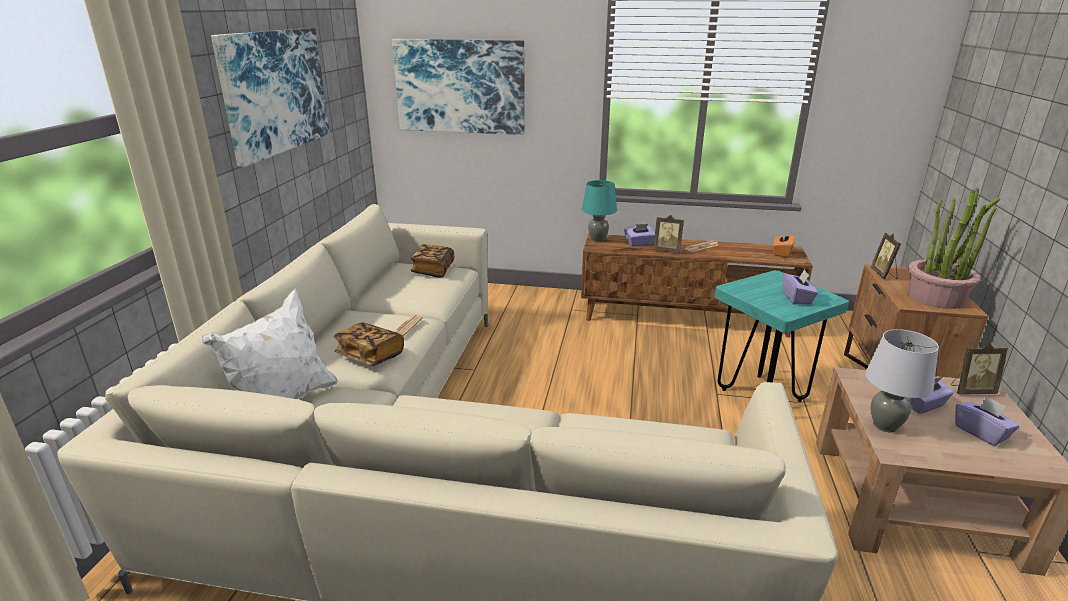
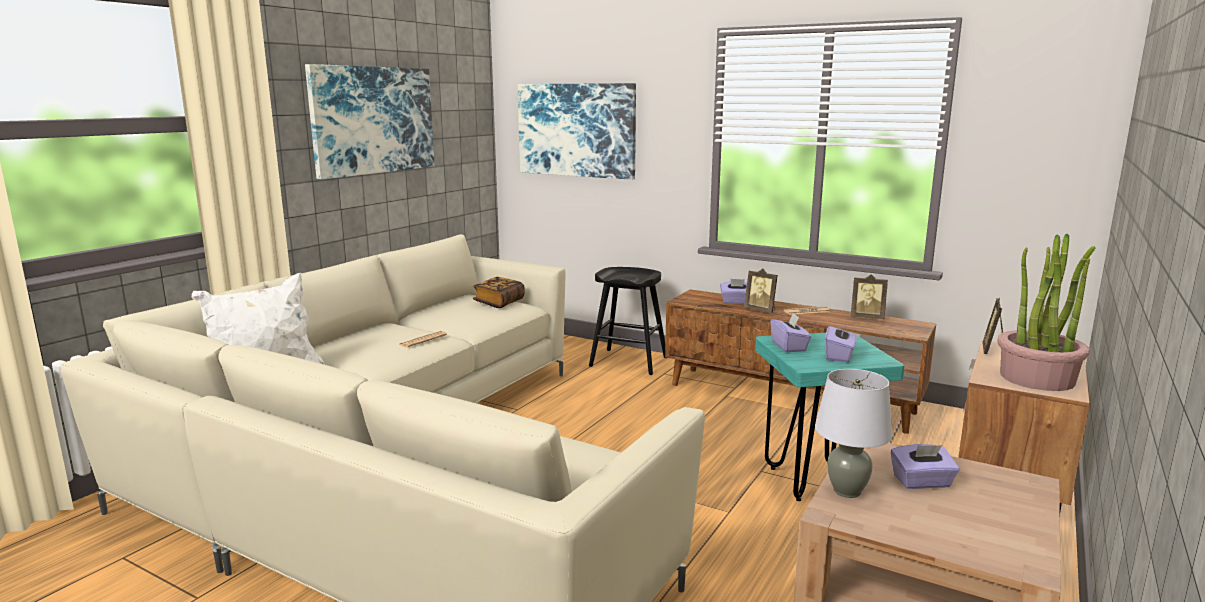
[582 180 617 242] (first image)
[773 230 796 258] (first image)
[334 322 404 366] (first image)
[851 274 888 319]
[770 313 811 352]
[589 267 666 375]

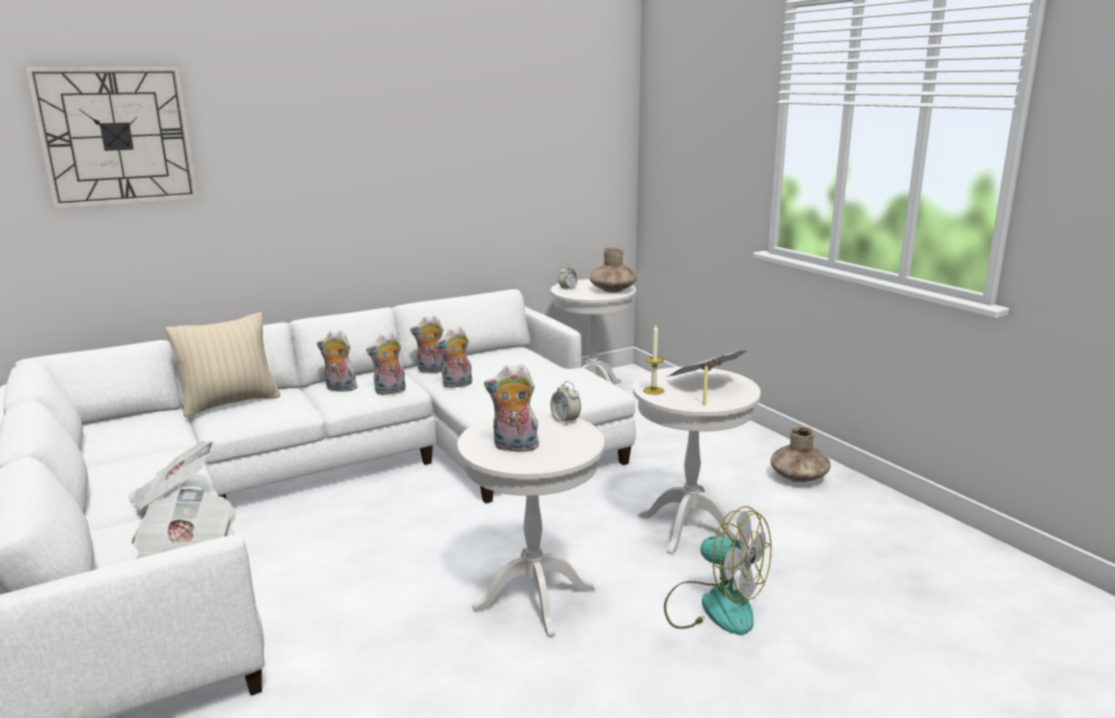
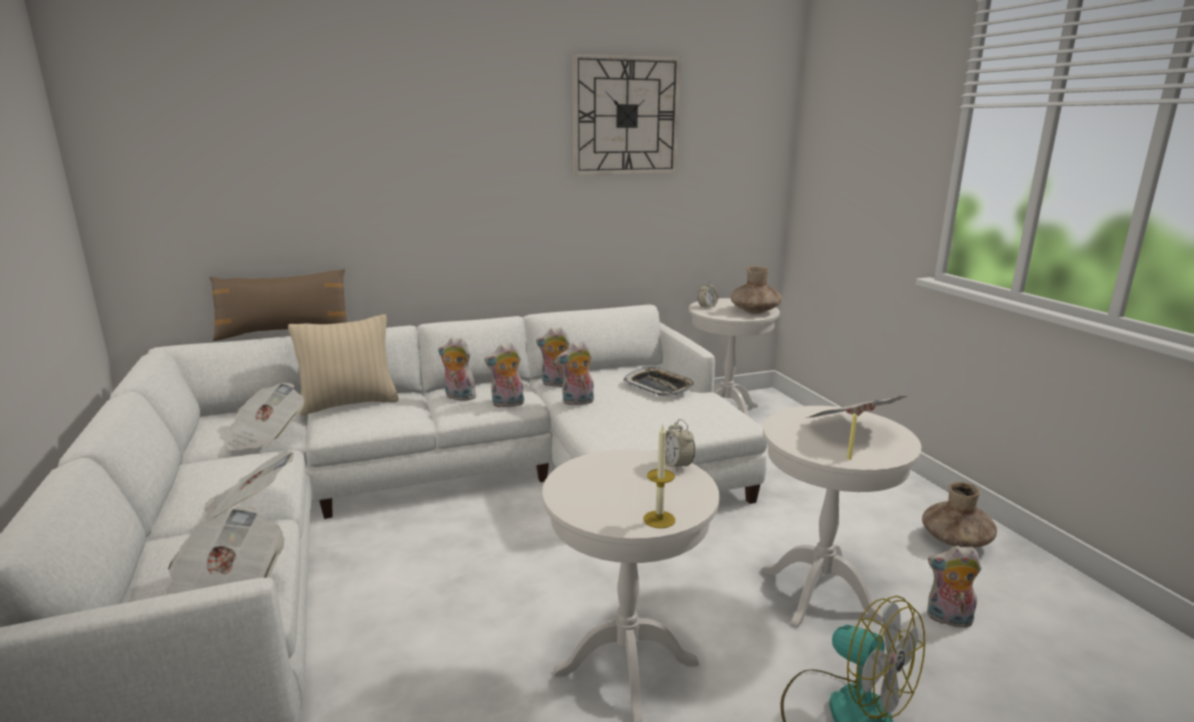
[573 53 681 175]
[643 425 675 528]
[927 546 981 628]
[209 269 347 341]
[623 367 695 397]
[225 383 304 450]

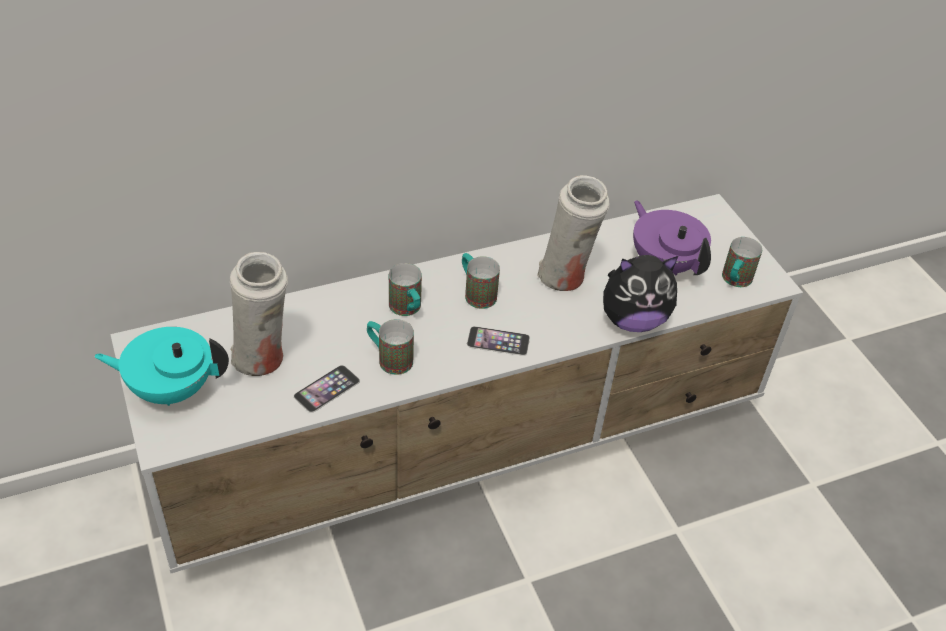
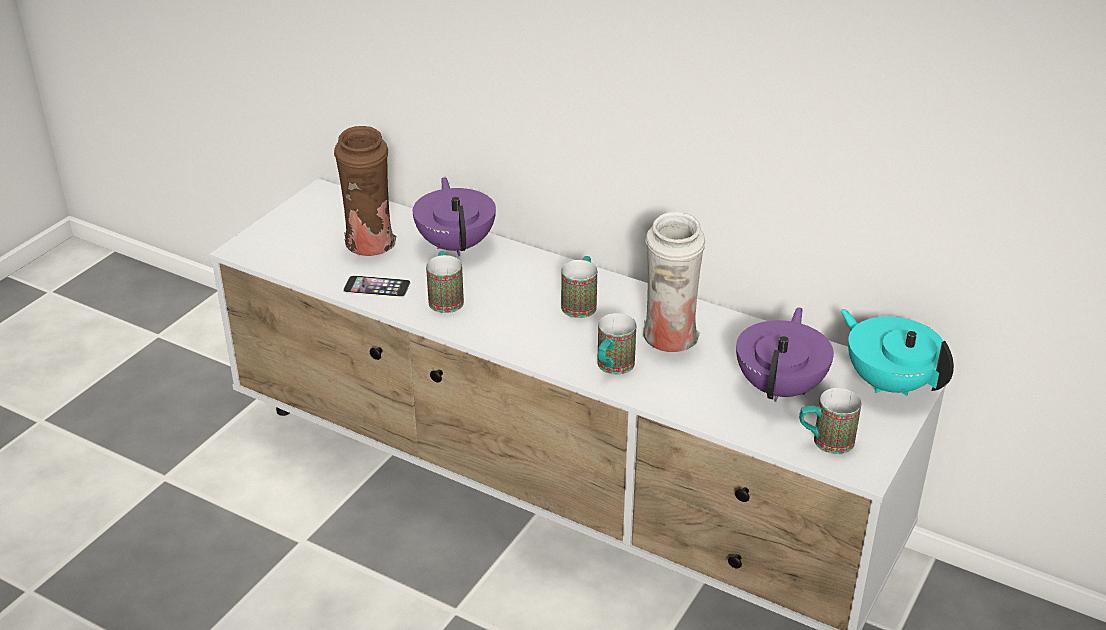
[334 126 396 256]
[603 255 678 332] (first image)
[597 313 636 375]
[467 326 530 356] (first image)
[841 309 954 396]
[413 177 496 256]

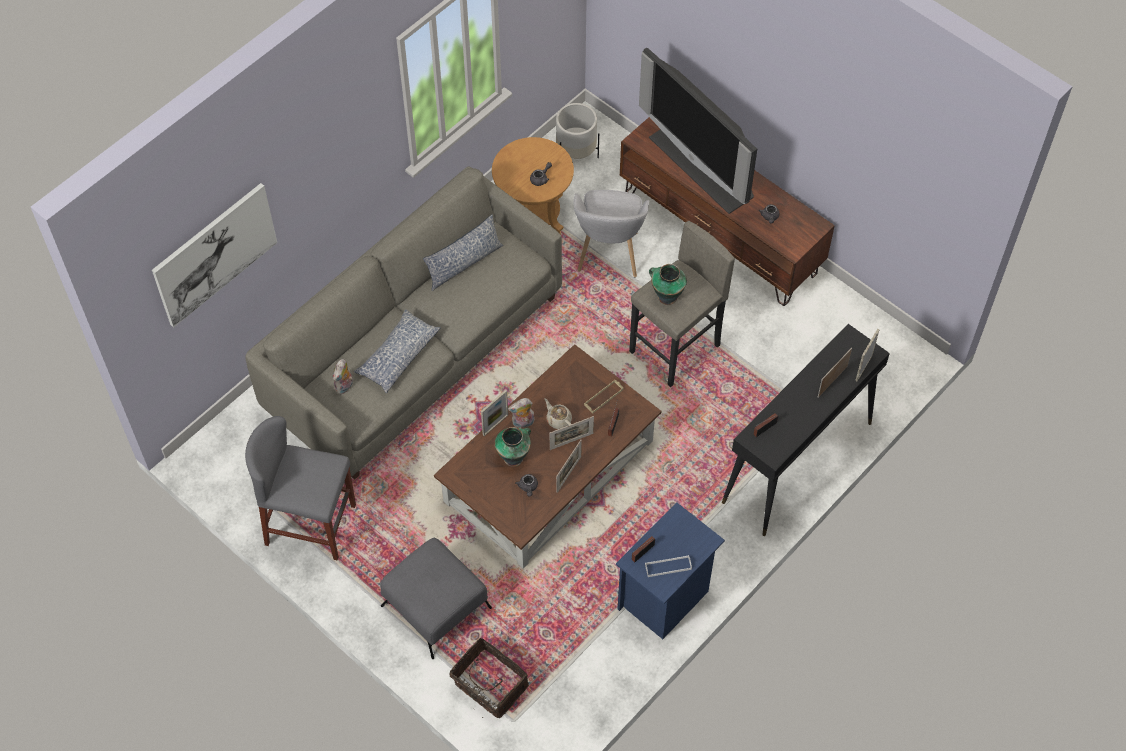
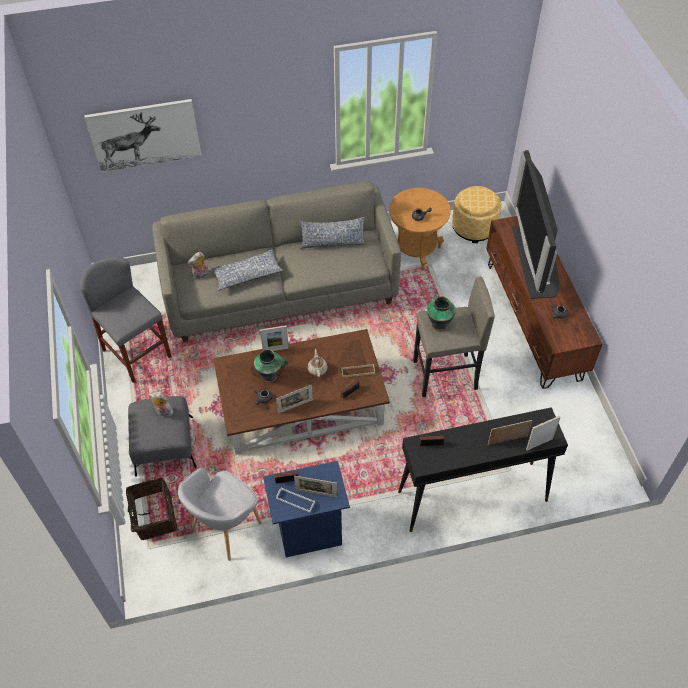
[452 186 501 243]
[178 468 262 561]
[148 392 173 417]
[294 476 337 497]

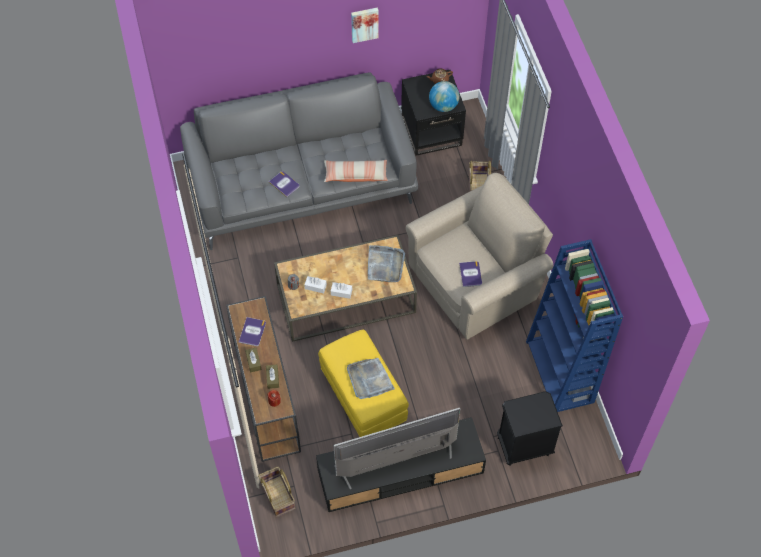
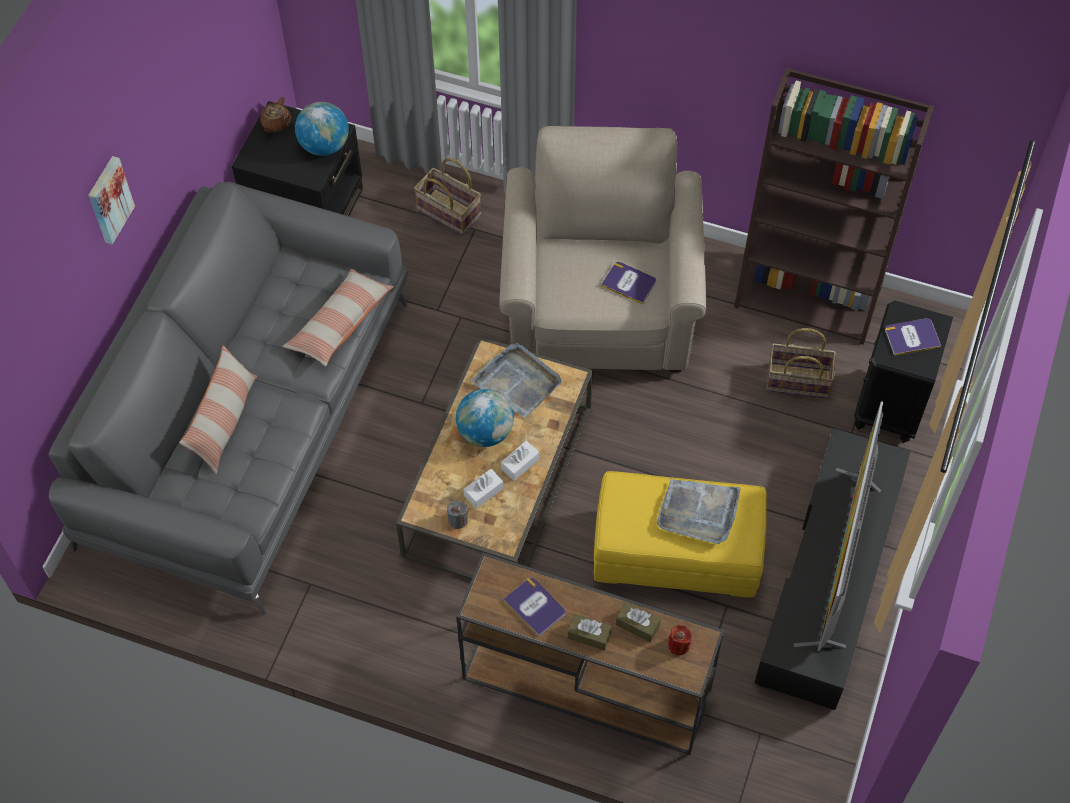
[89 156 135 244]
[885 318 941 356]
[734 67 934 345]
[766 328 836 399]
[179 345 257 474]
[456 389 514 447]

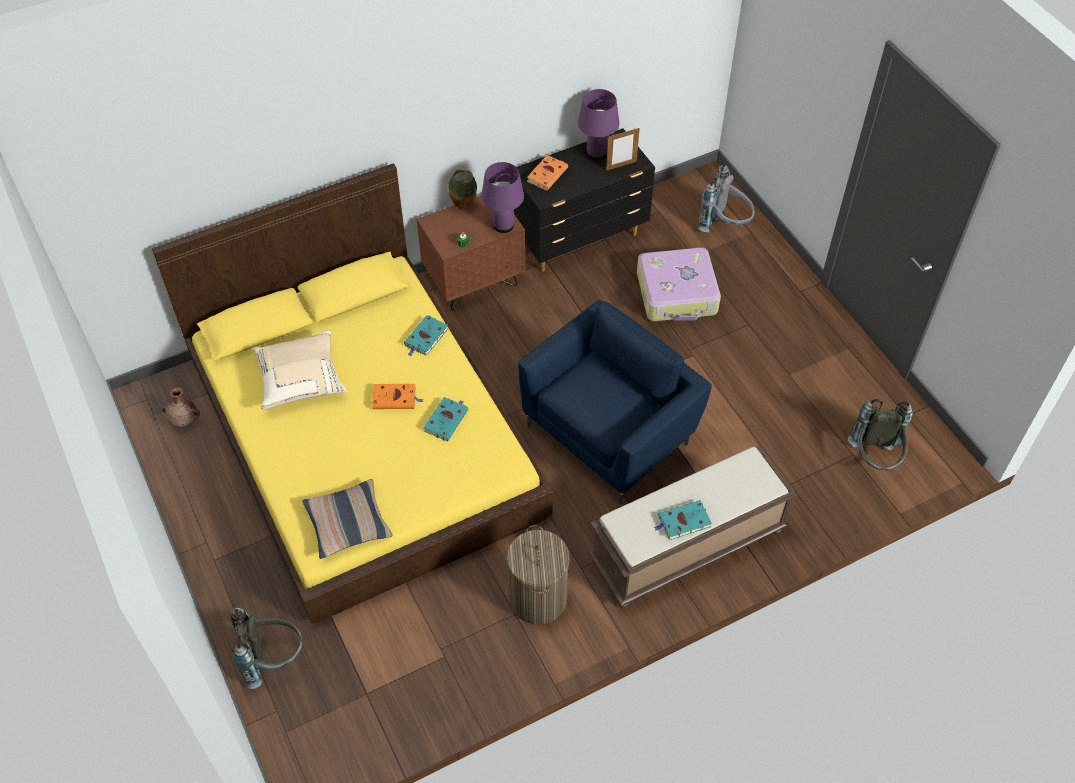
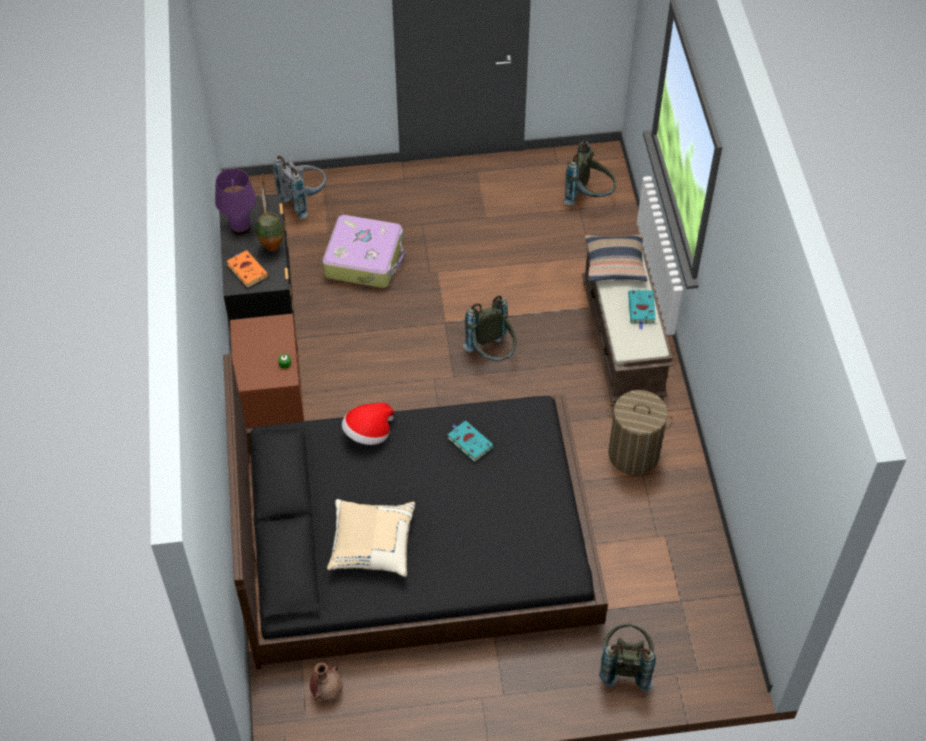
[481 162 524 233] (first image)
[223 354 608 669]
[256 212 284 252]
[463 296 517 361]
[342 403 394 445]
[372 384 423 409] (first image)
[585 234 647 281]

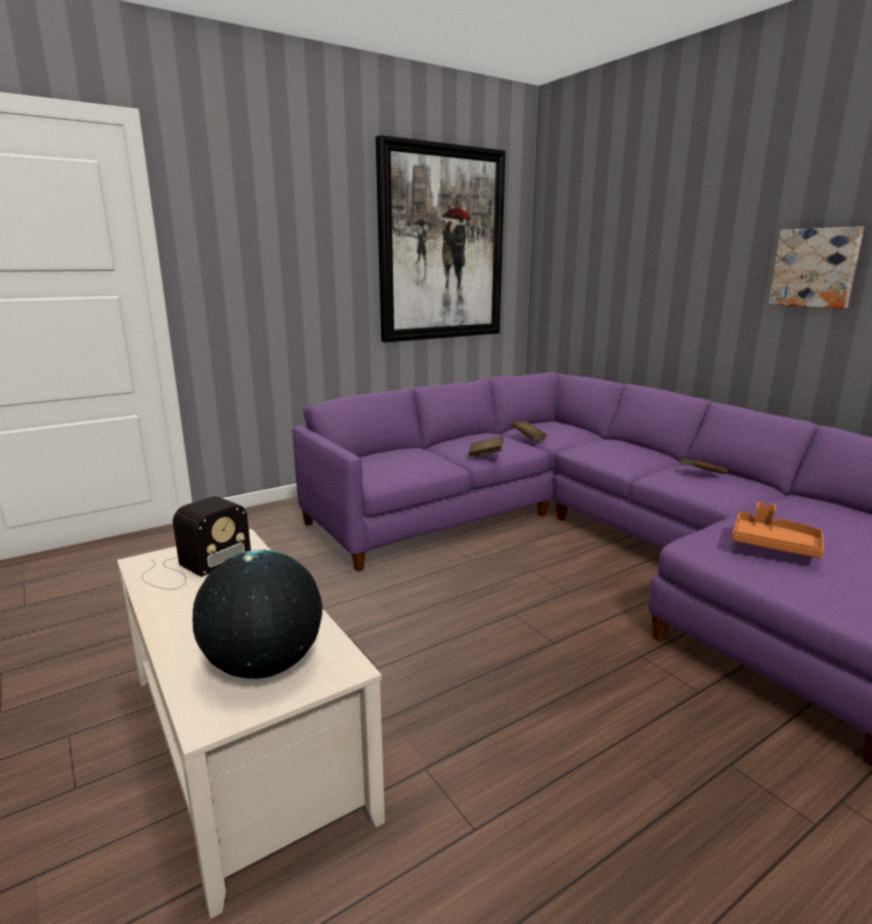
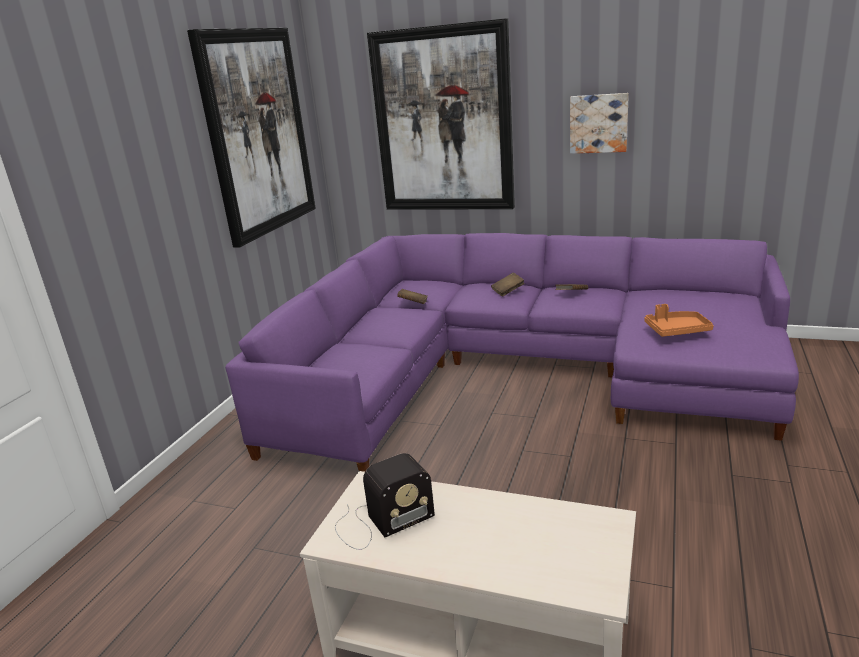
[491 272 525 297]
[335 453 435 550]
[193 550 322 679] (first image)
[367 18 515 210]

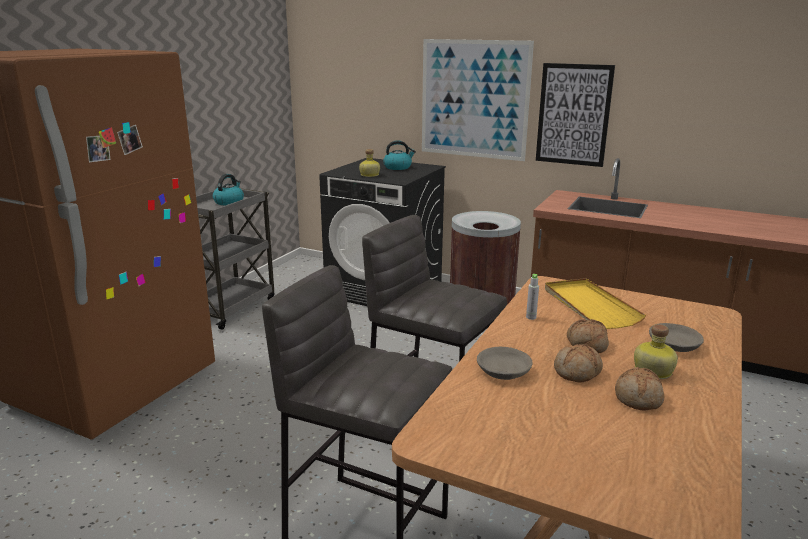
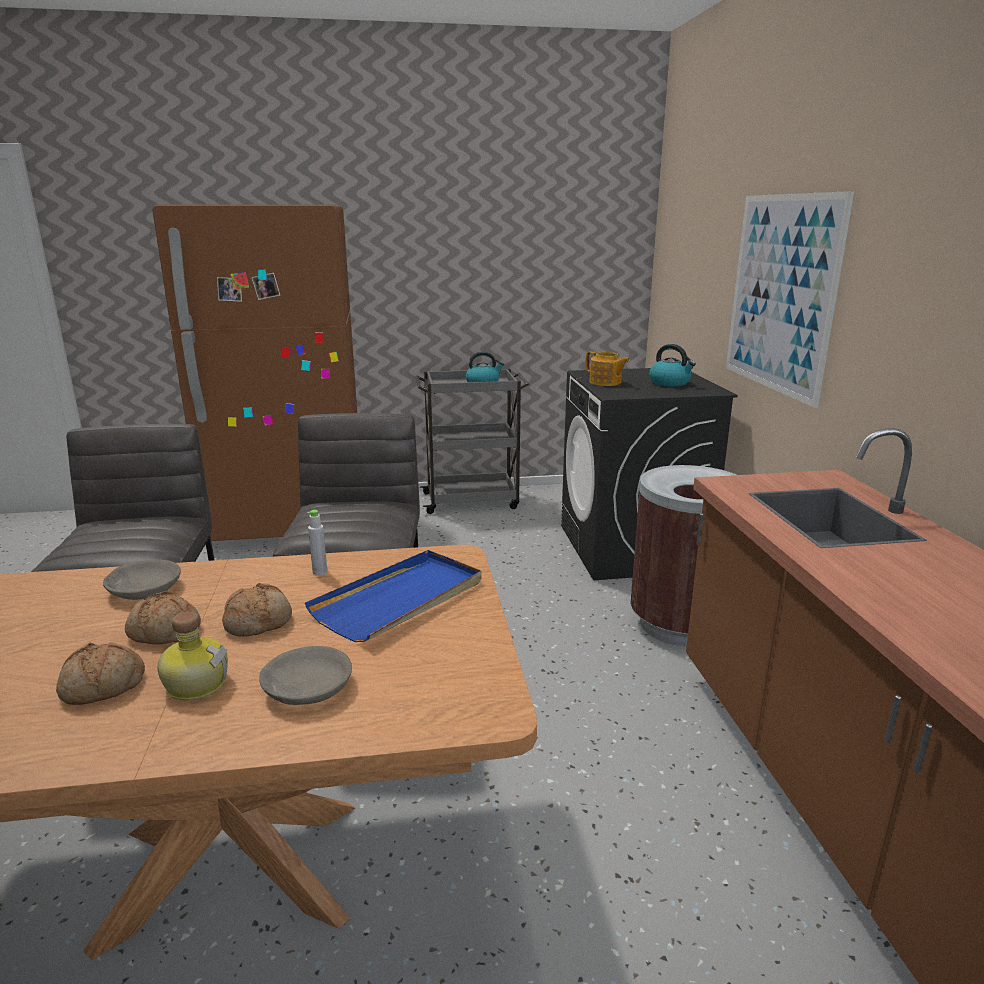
[536 63 615 167] (first image)
[586 351 630 386]
[305 550 482 642]

